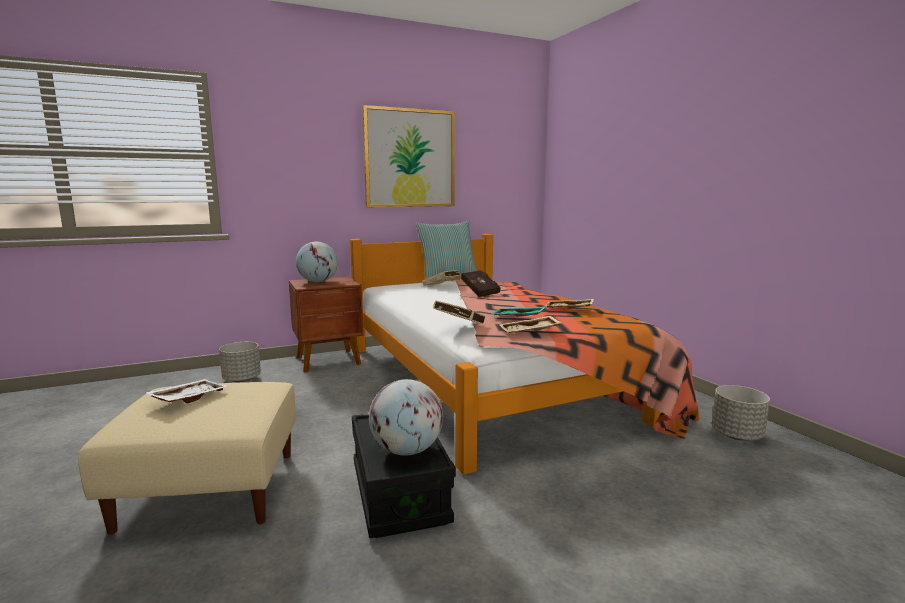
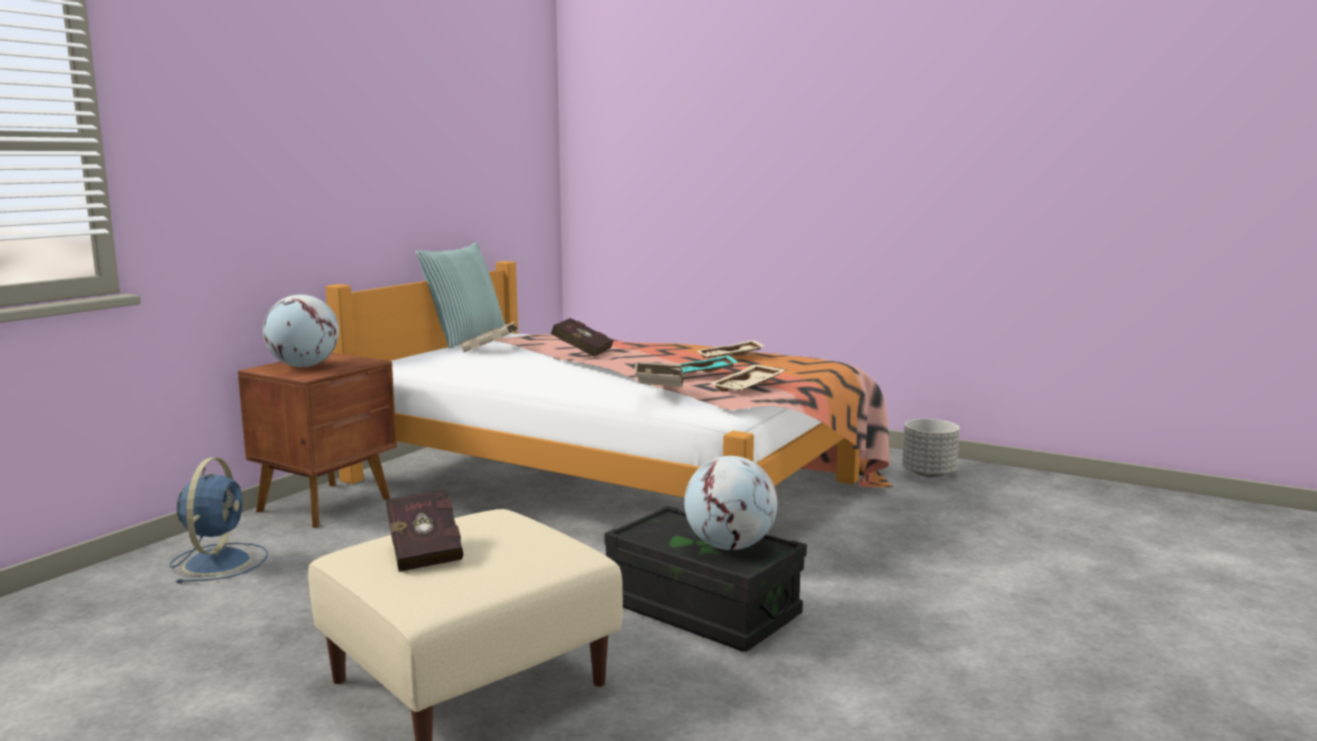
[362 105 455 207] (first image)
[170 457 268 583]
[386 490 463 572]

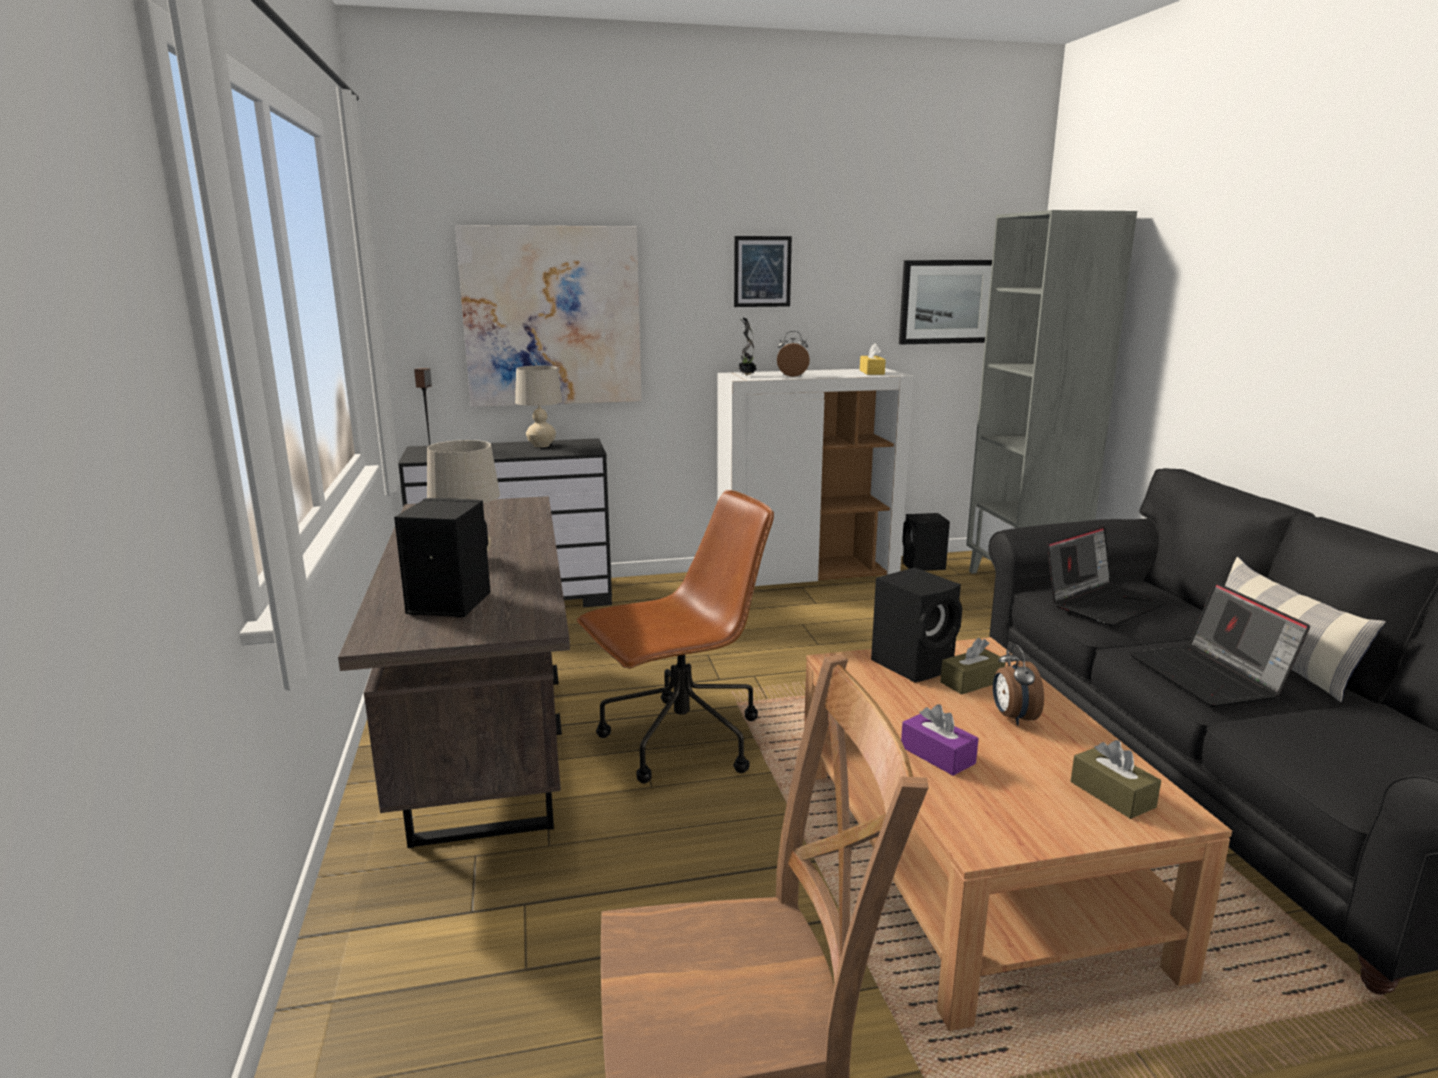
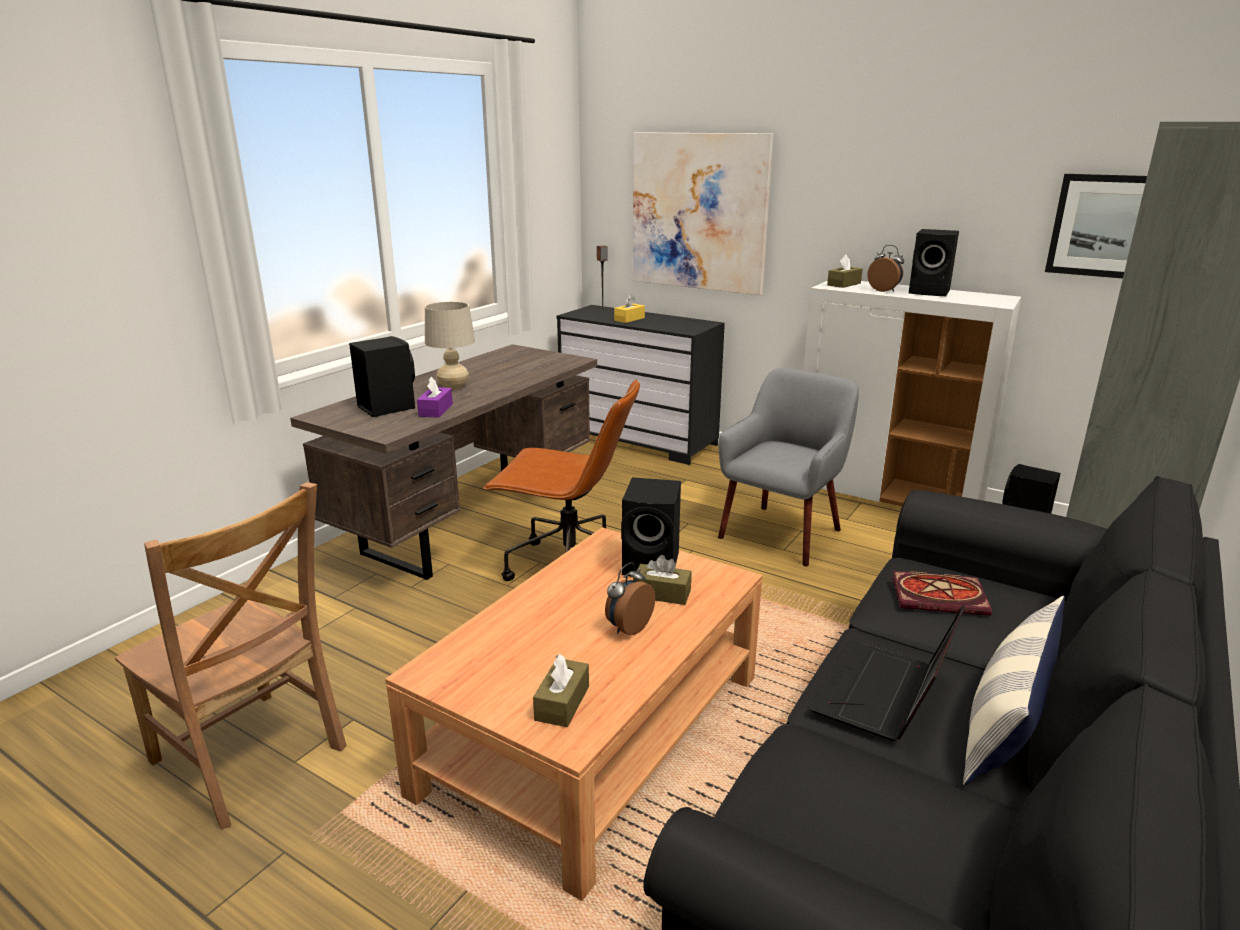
[734 236 792 307] (first image)
[827 255 863 288]
[614 294 645 323]
[515 366 562 447] (first image)
[892 571 992 616]
[417 377 453 418]
[909 229 959 296]
[718 368 859 566]

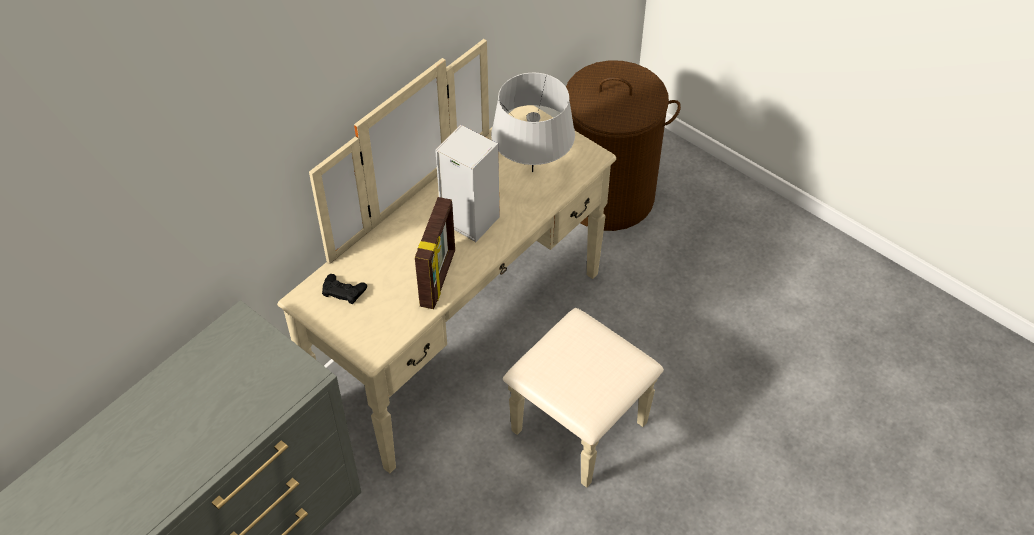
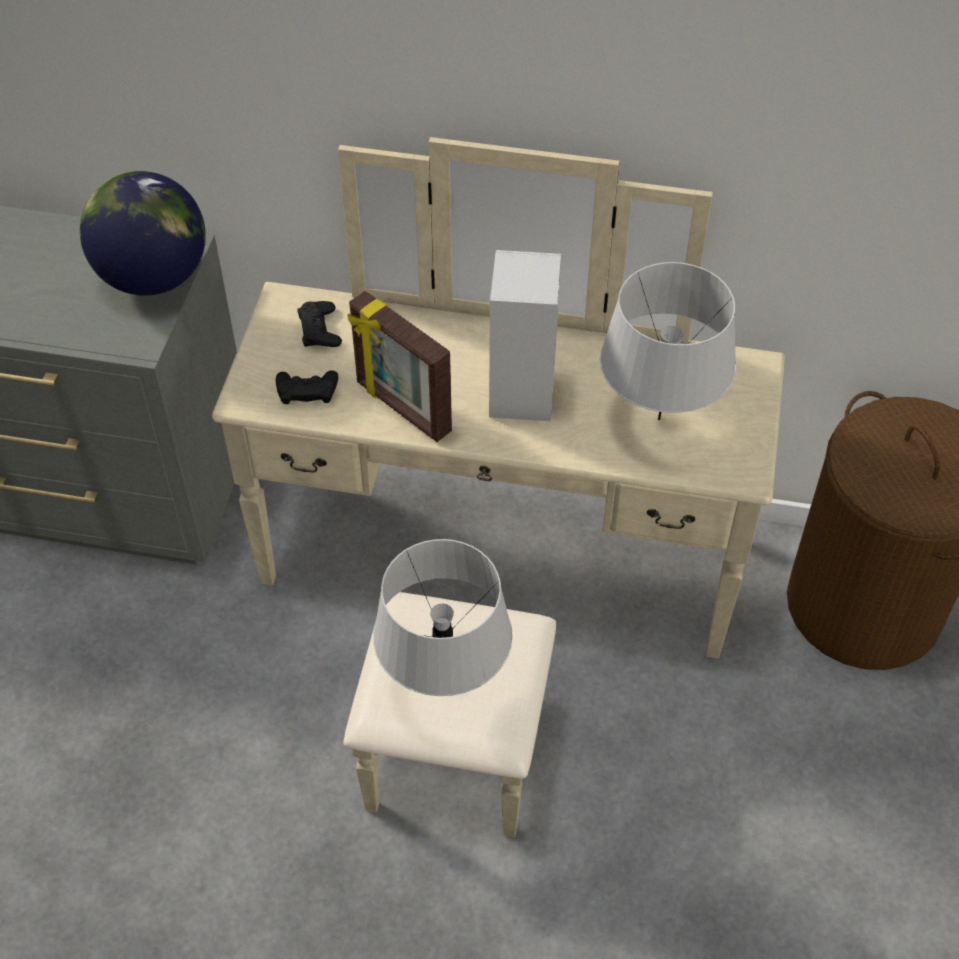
[347 291 452 442]
[80 171 206 296]
[276 370 338 404]
[373 539 513 696]

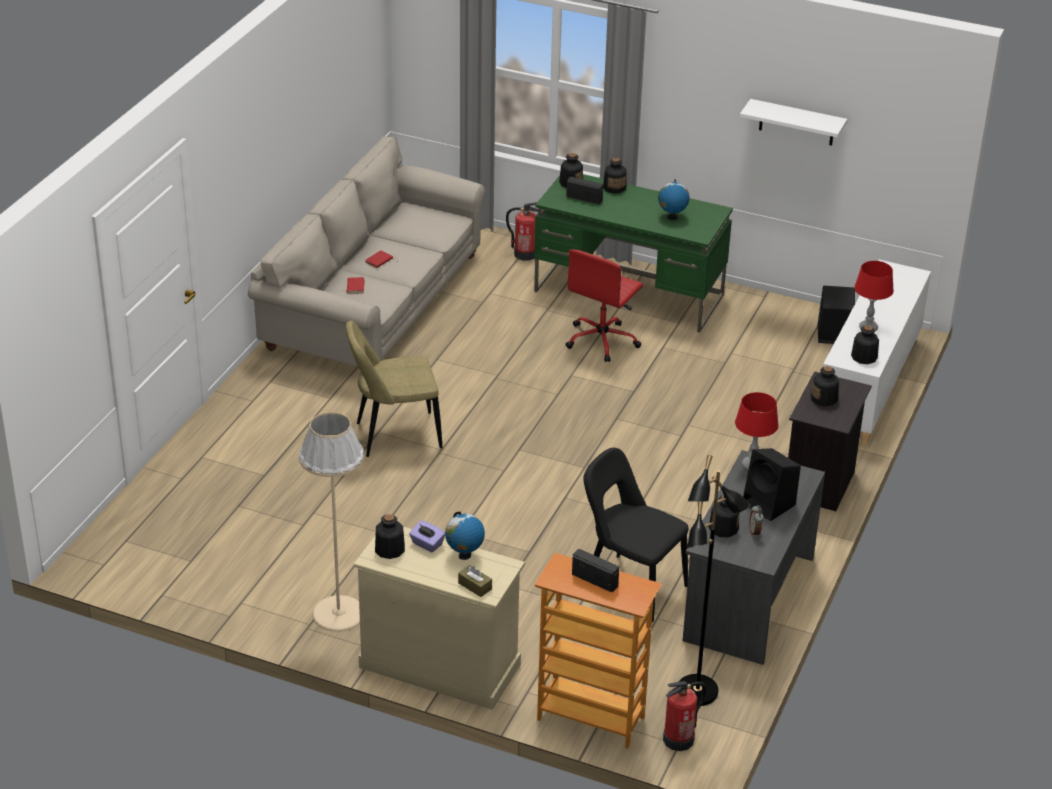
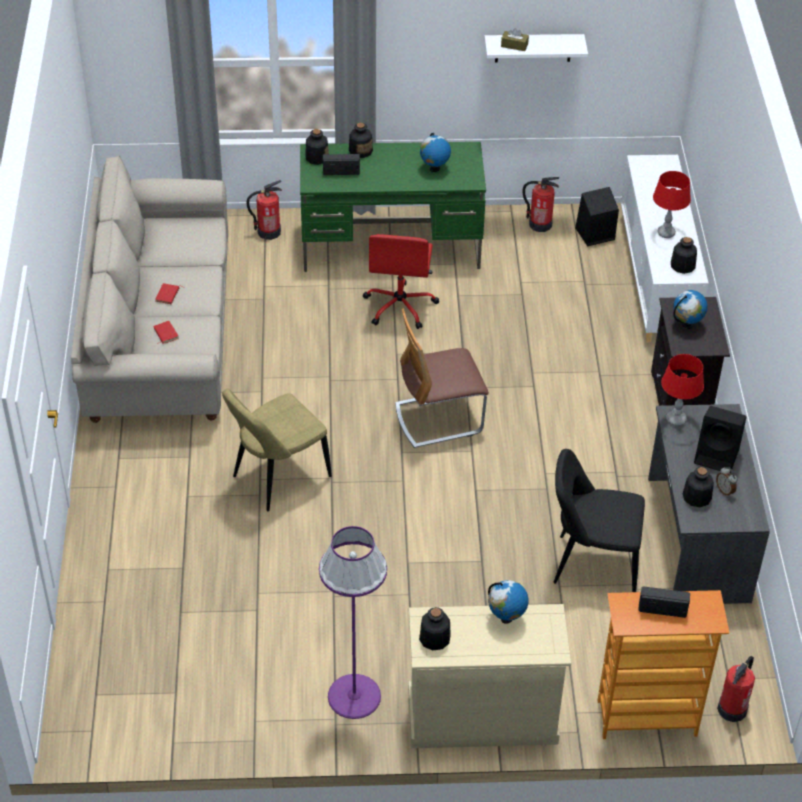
[673 290 708 329]
[319 526 387 719]
[679 455 750 706] (first image)
[409 521 445 552] (first image)
[501 28 529 51]
[523 177 559 232]
[395 309 489 448]

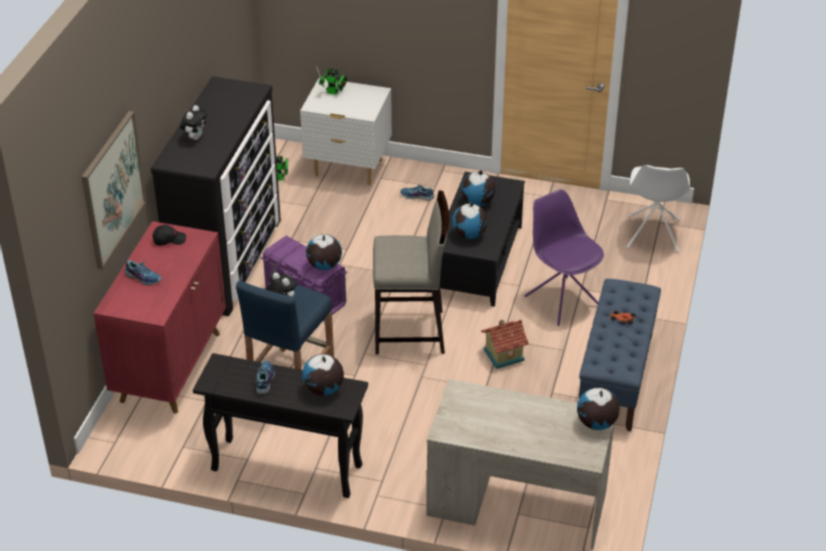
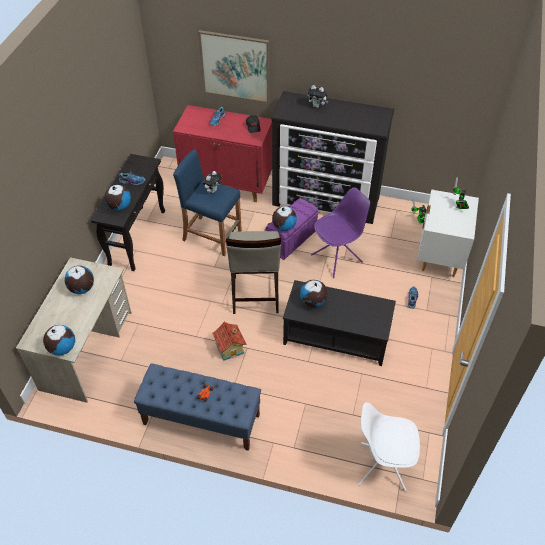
[65 266 94 294]
[311 187 370 278]

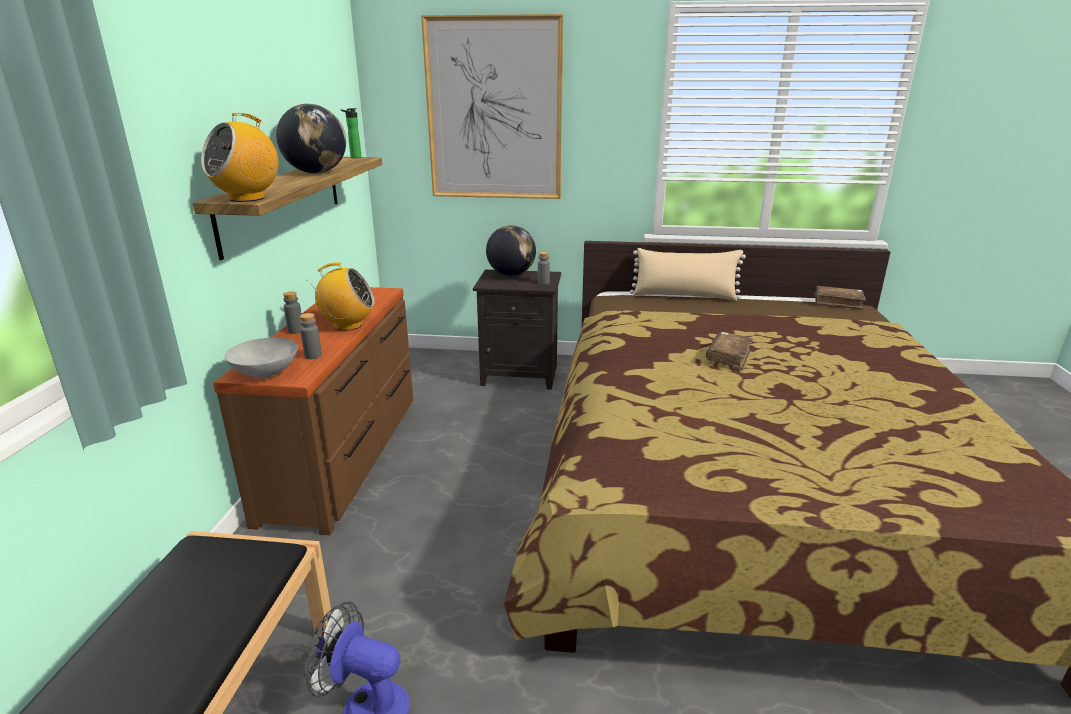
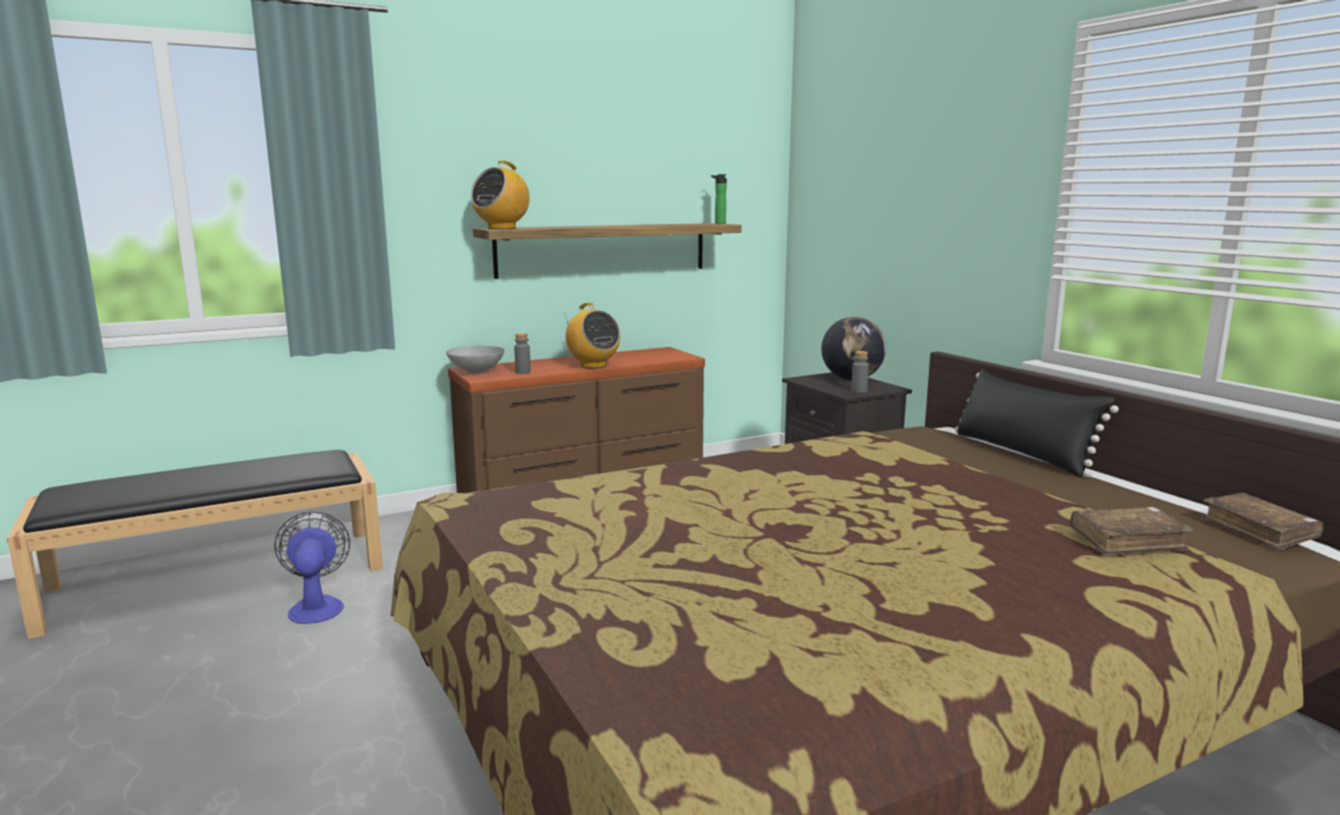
[421 14 564 199] (first image)
[276 104 346 173] (first image)
[471 161 530 229]
[955 369 1119 478]
[283 291 302 334] (first image)
[1071 506 1193 556]

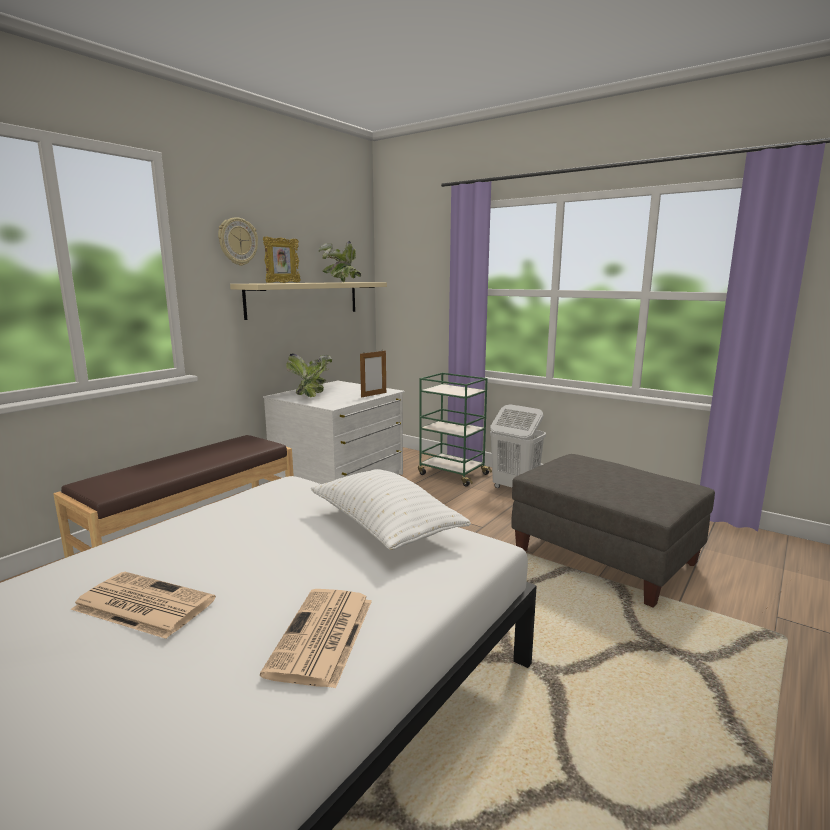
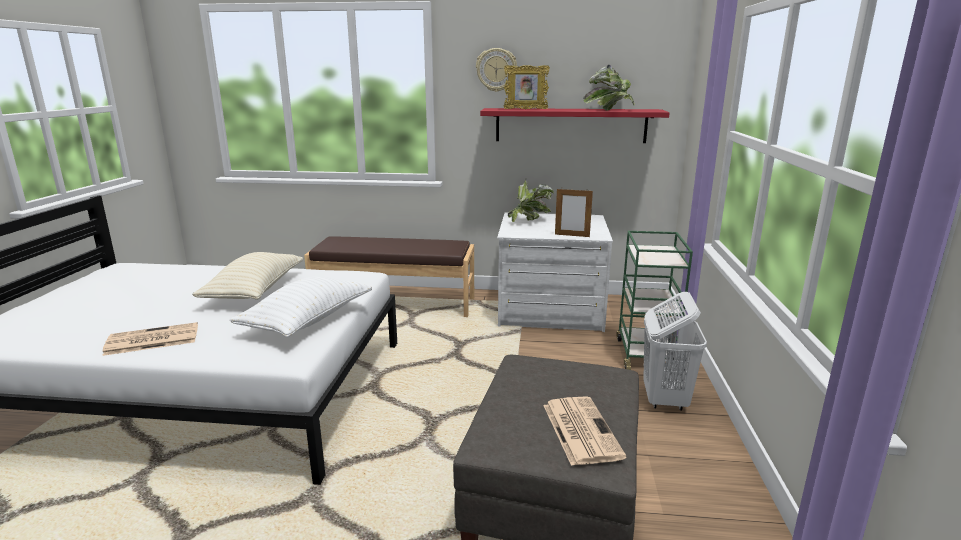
[480 108 670 143]
[543 396 626 466]
[192 252 303 300]

